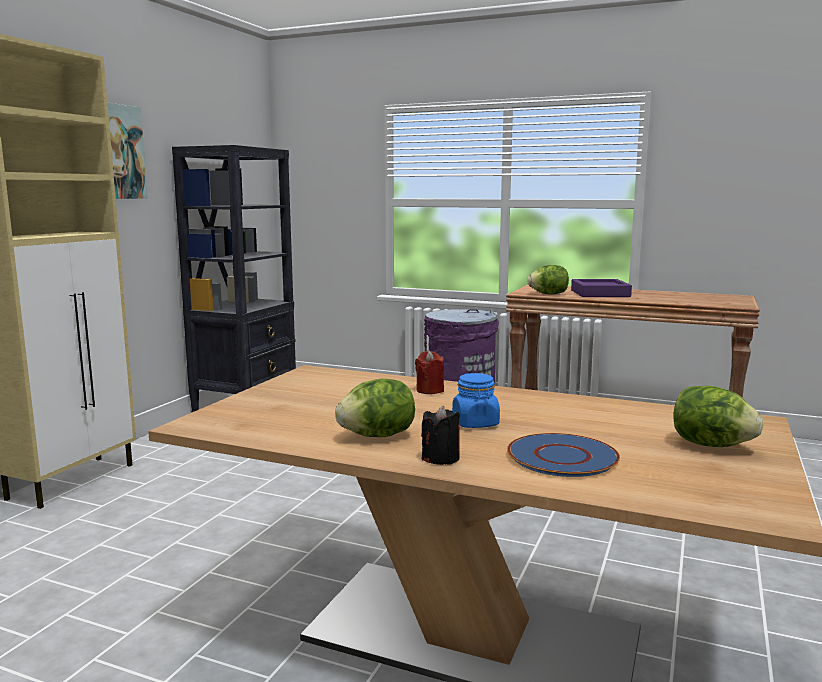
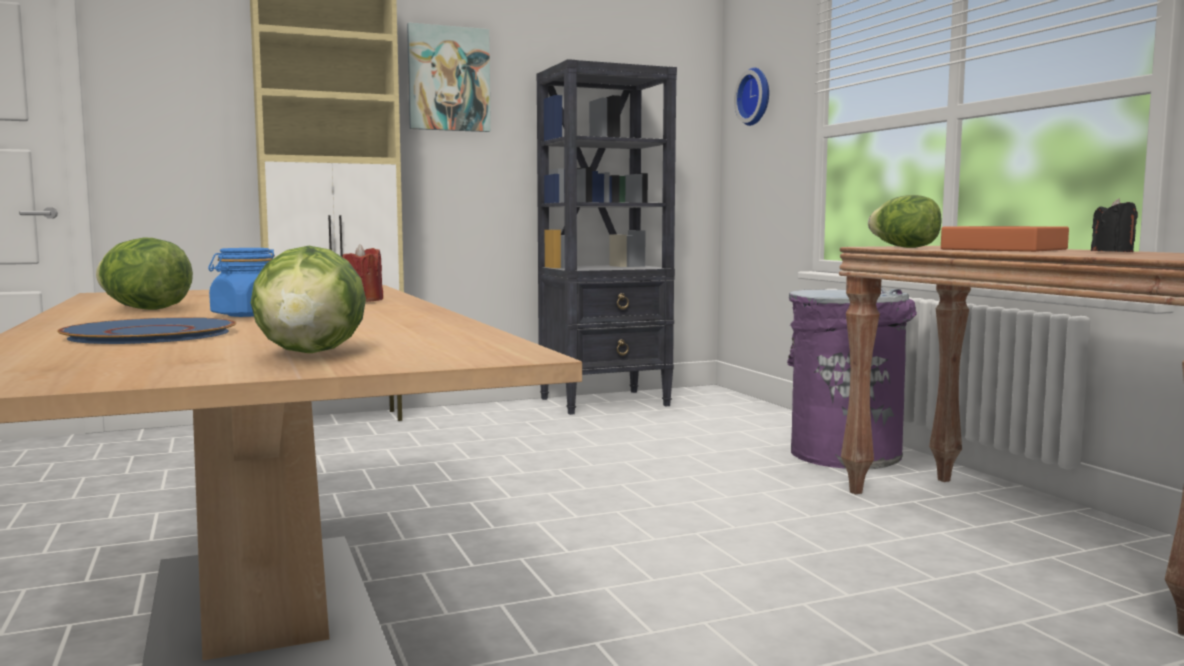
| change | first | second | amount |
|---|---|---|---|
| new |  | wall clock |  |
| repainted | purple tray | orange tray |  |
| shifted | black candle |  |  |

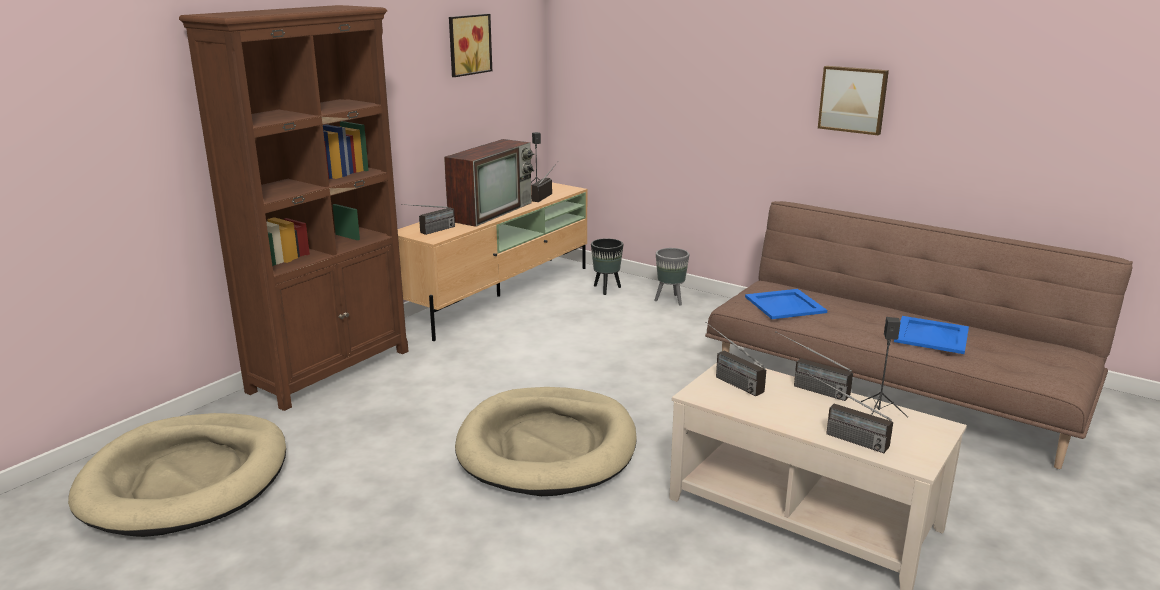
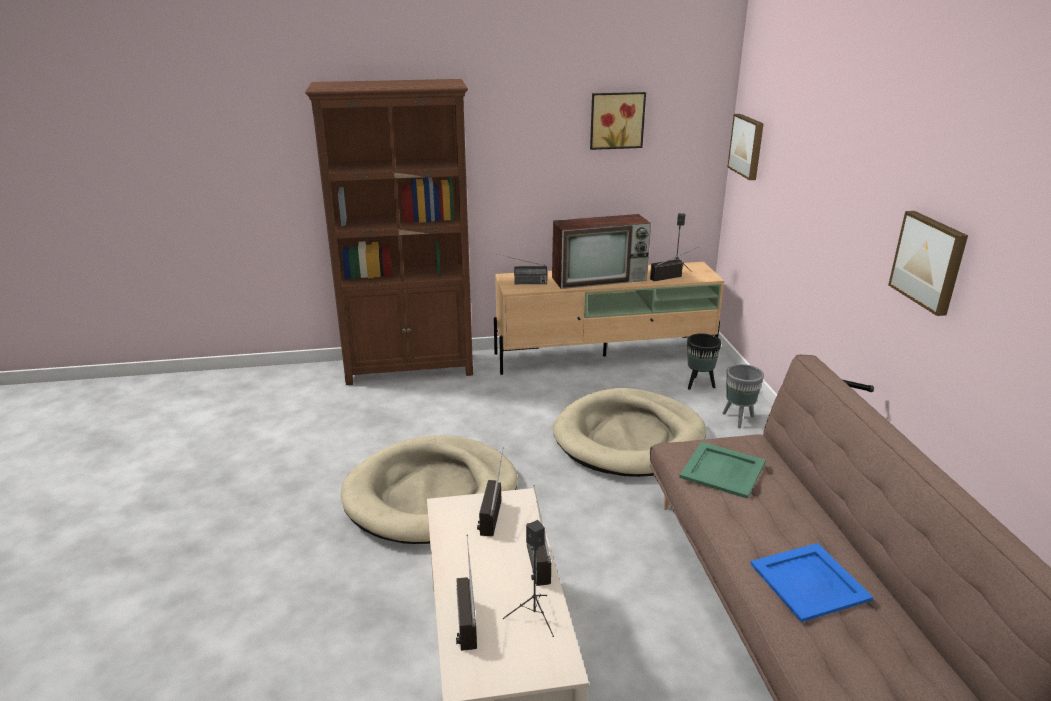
| change | first | second | amount |
|---|---|---|---|
| shifted | beige dog bed (no. 1 from left in the first image) | beige dog bed (no. 2 from left) |  |
| repainted | blue tray (no. 1 from left) | green tray |  |
| new |  | picture (no. 2 from left) |  |

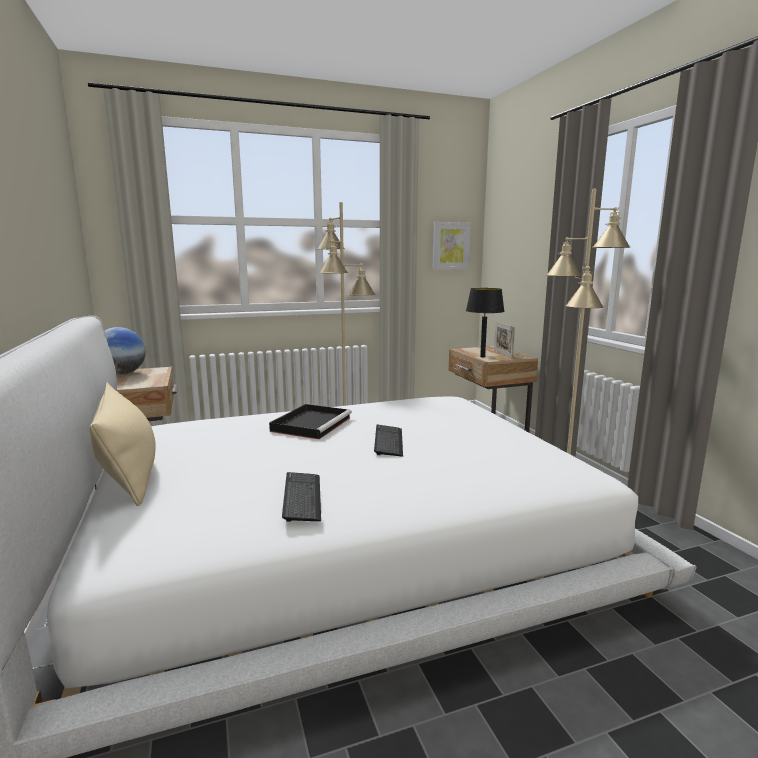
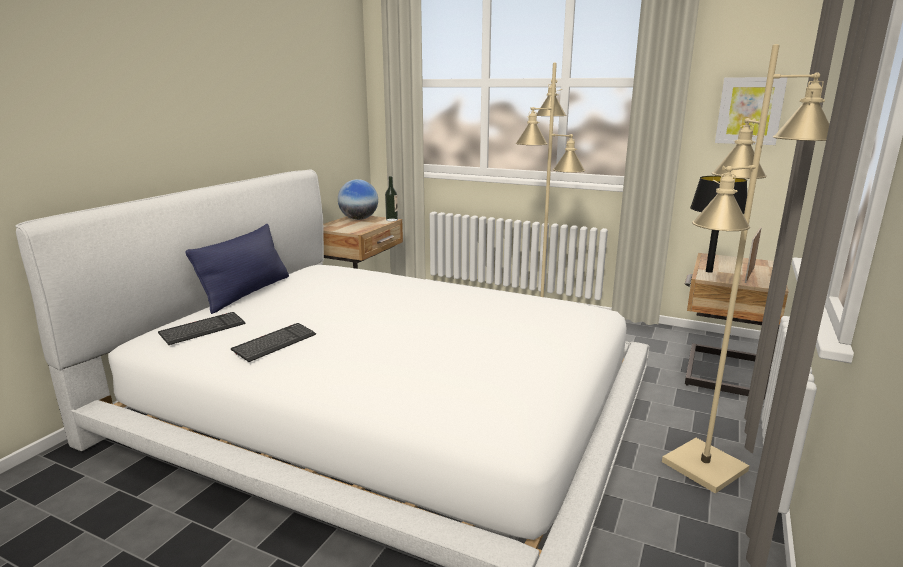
| change | first | second | amount |
|---|---|---|---|
| shifted | keyboard (no. 2 from left in the first image) | keyboard (no. 1 from left) |  |
| repainted | beige pillow | blue pillow |  |
| new |  | bottle |  |
| gone | black tray |  |  |

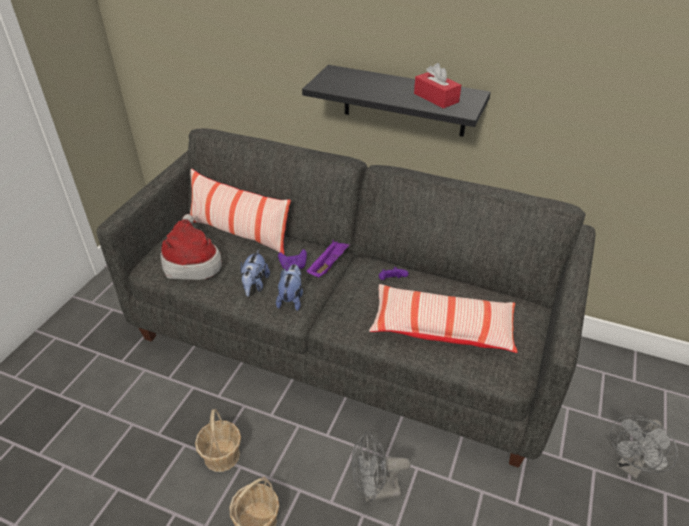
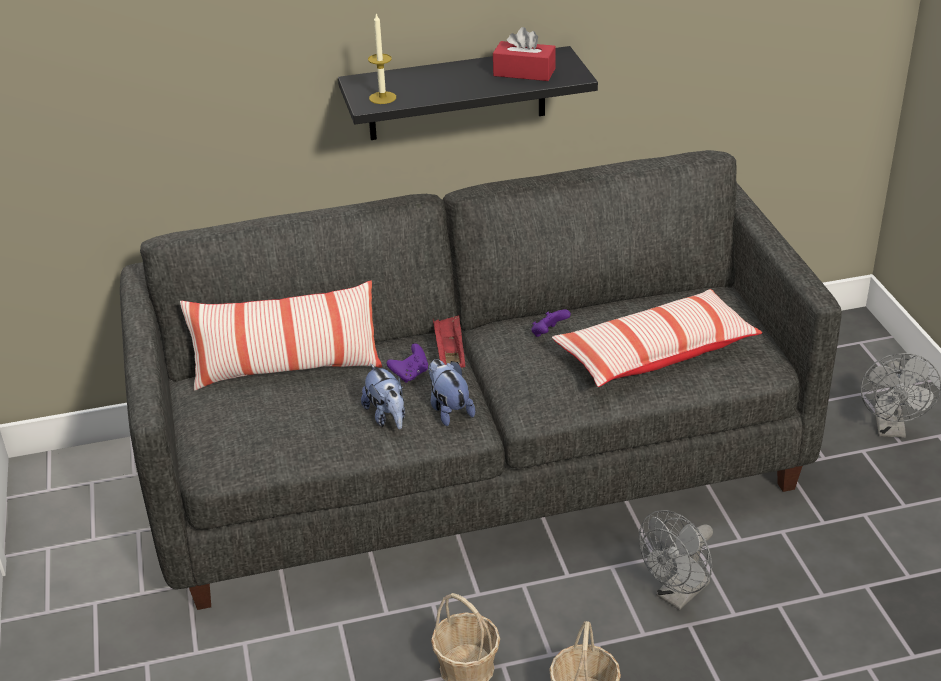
| change | first | second | amount |
|---|---|---|---|
| new |  | candle |  |
| repainted | purple tray | red tray |  |
| gone | hat |  |  |

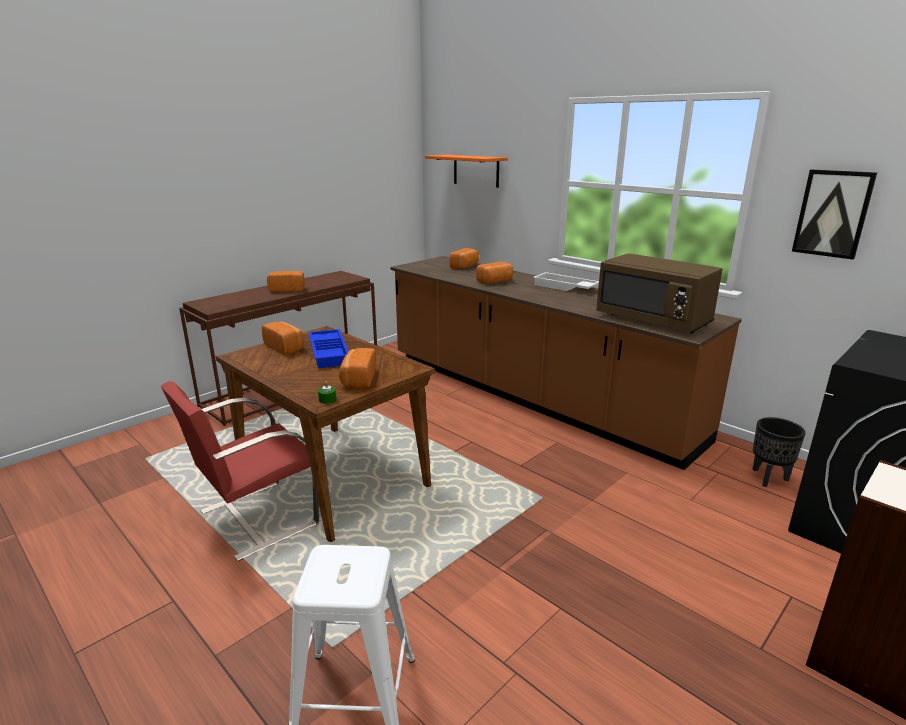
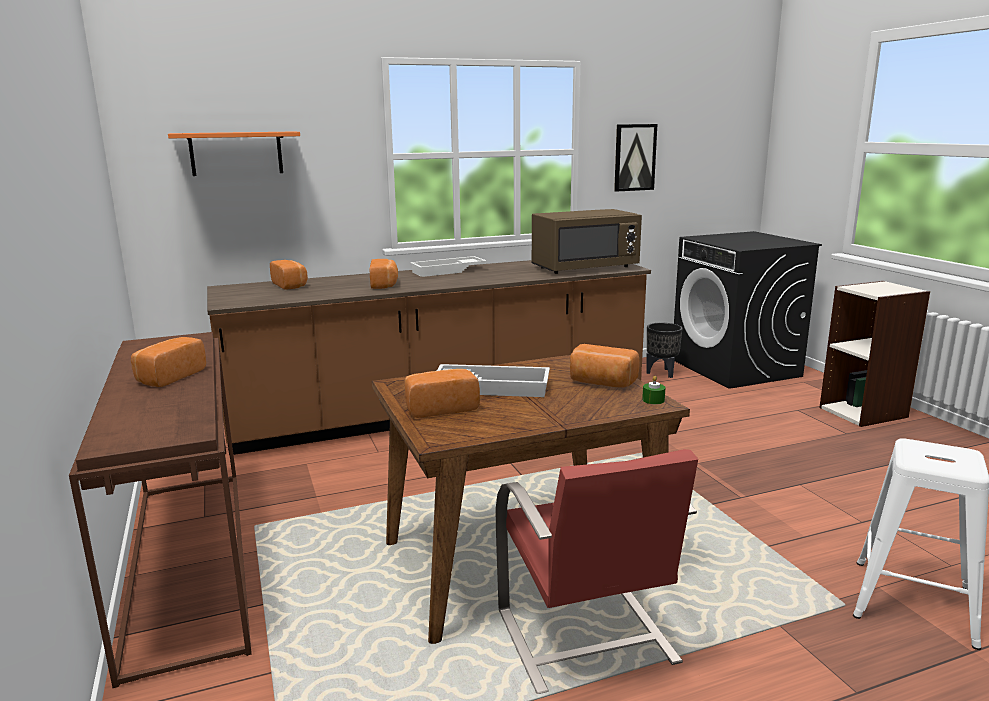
| change | first | second | amount |
|---|---|---|---|
| repainted | blue tray | white tray (no. 2 from left) |  |

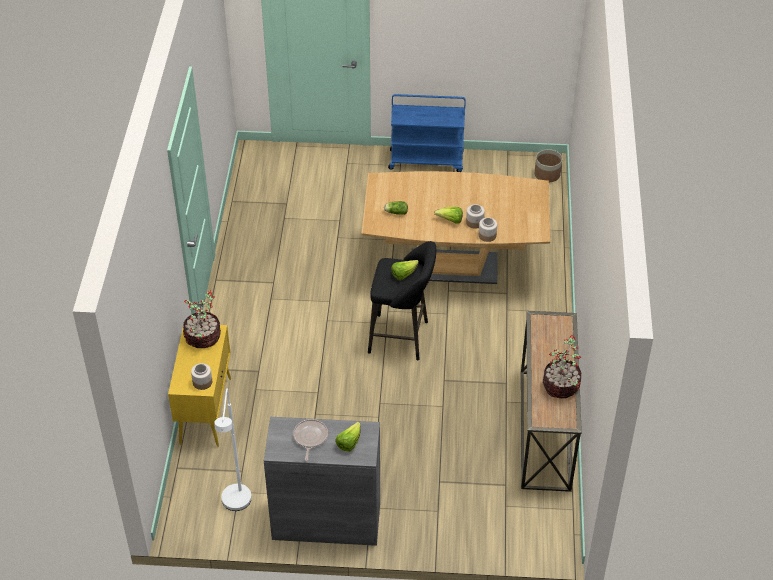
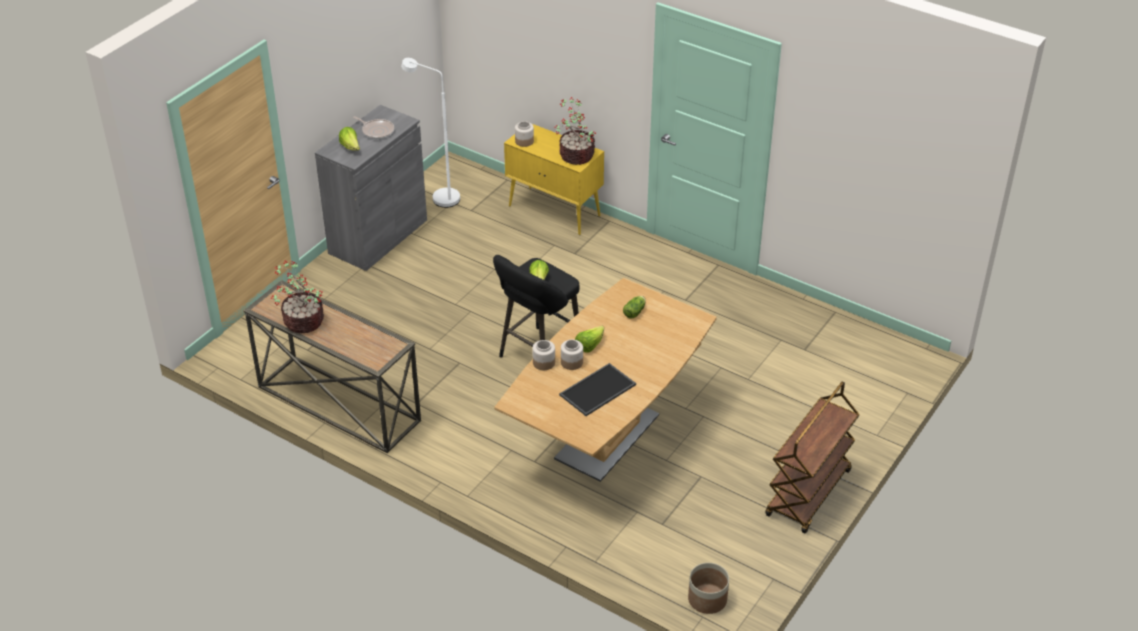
| change | first | second | amount |
|---|---|---|---|
| new |  | tray |  |
| repainted | blue cart | brown cart |  |

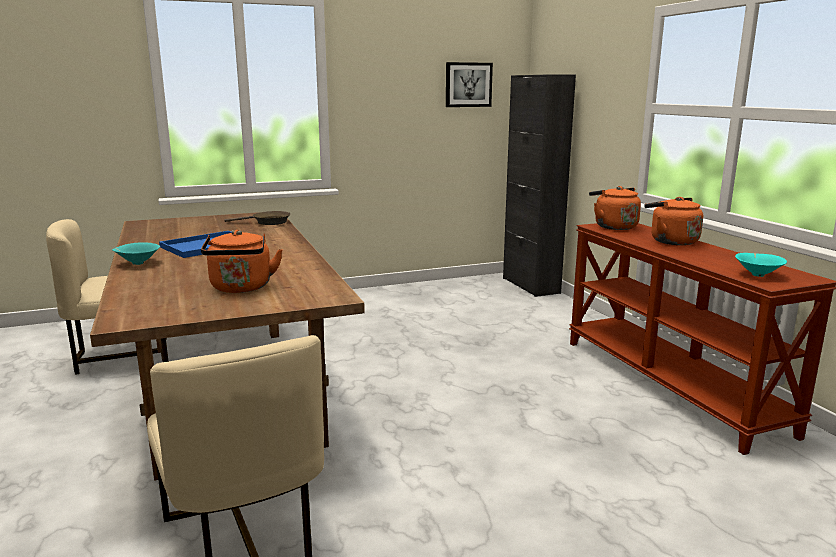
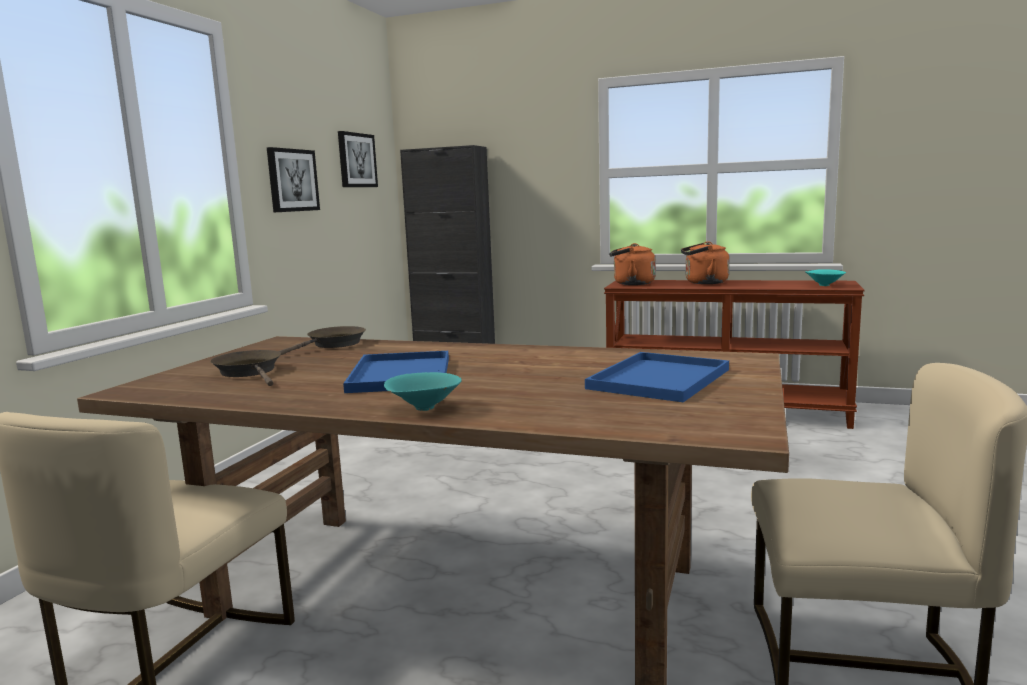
| change | first | second | amount |
|---|---|---|---|
| new |  | brown frying pan (no. 1 from left) |  |
| new |  | picture (no. 1 from left) |  |
| swapped | orange kettle (no. 1 from left) | blue tray (no. 2 from left) |  |

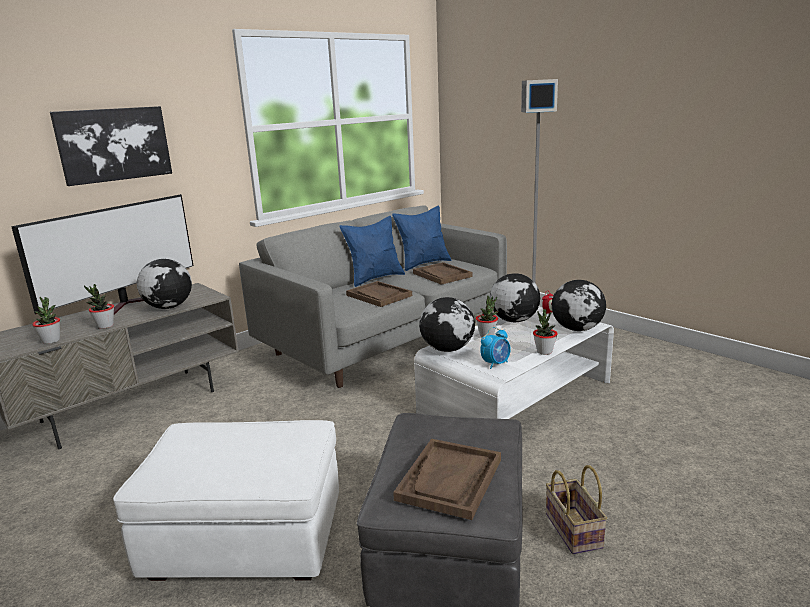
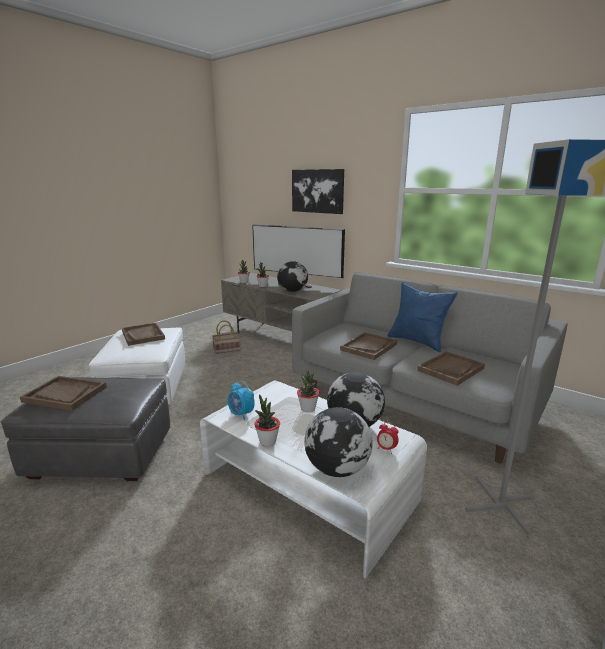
| change | first | second | amount |
|---|---|---|---|
| new |  | brown tray (no. 2 from left) |  |
| shifted | basket |  |  |
| gone | blue pillow (no. 2 from left) |  |  |
| gone | globe (no. 2 from left) |  |  |

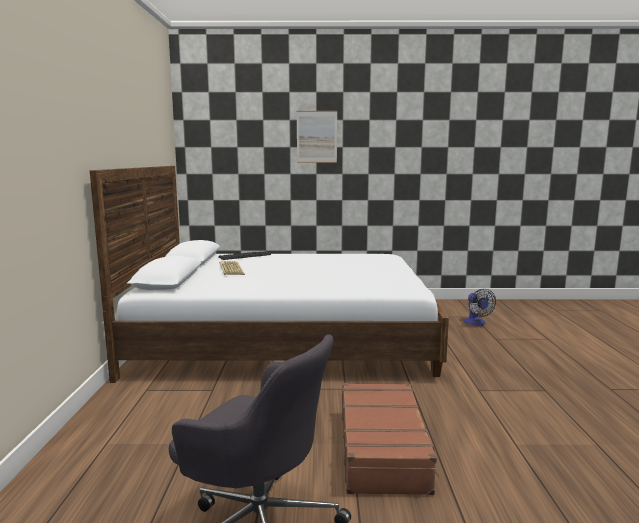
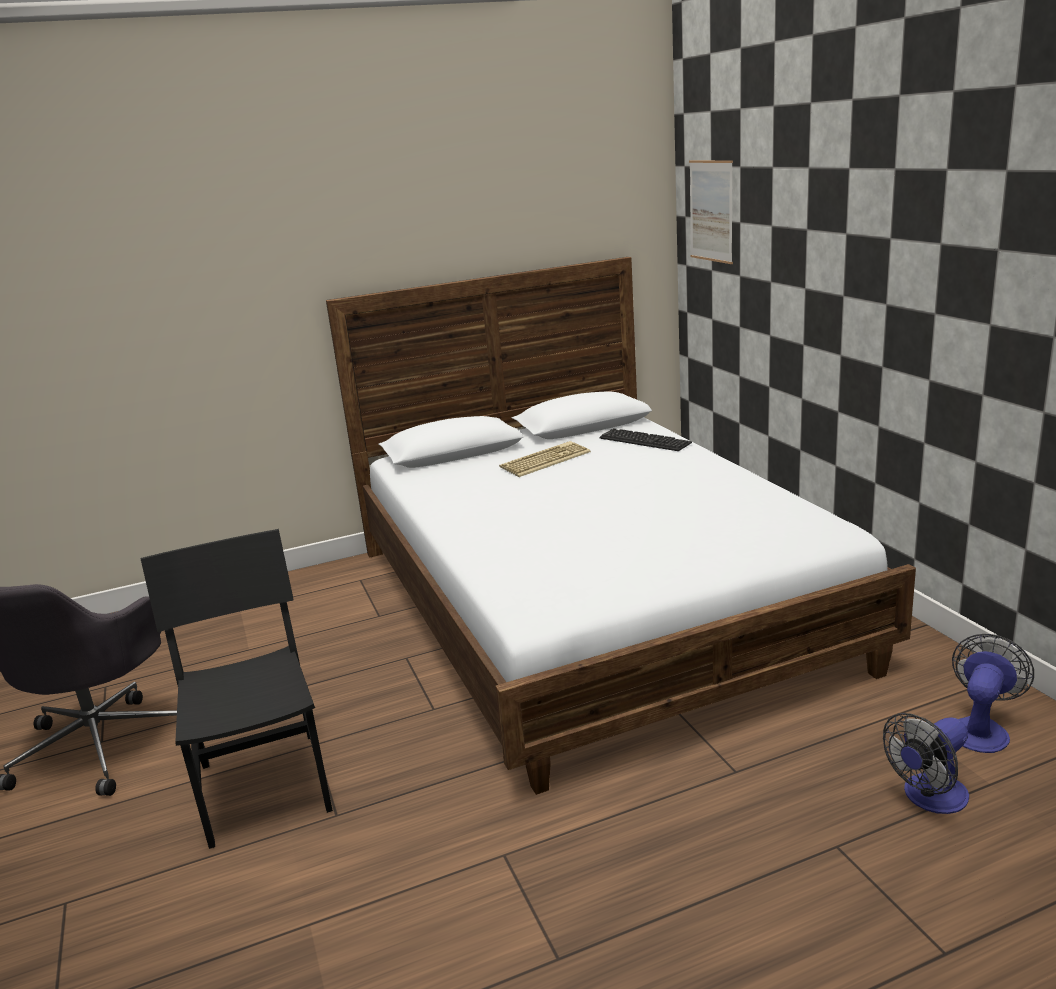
| change | first | second | amount |
|---|---|---|---|
| swapped | brown suitcase | black chair |  |
| shifted | picture |  |  |
| new |  | fan (no. 2 from left) |  |

